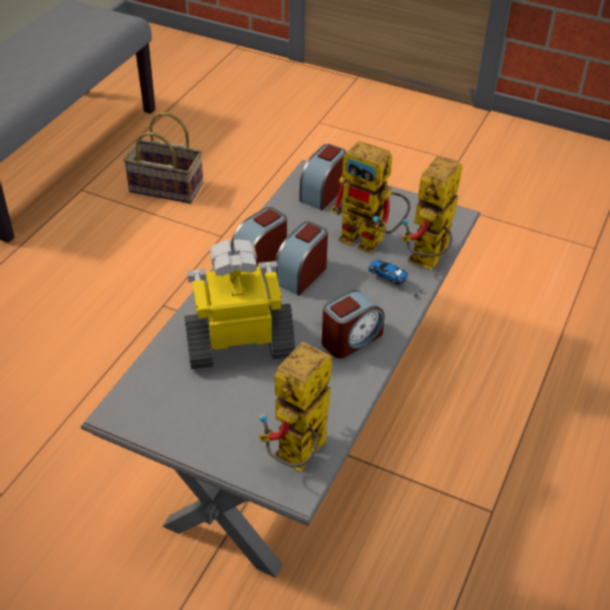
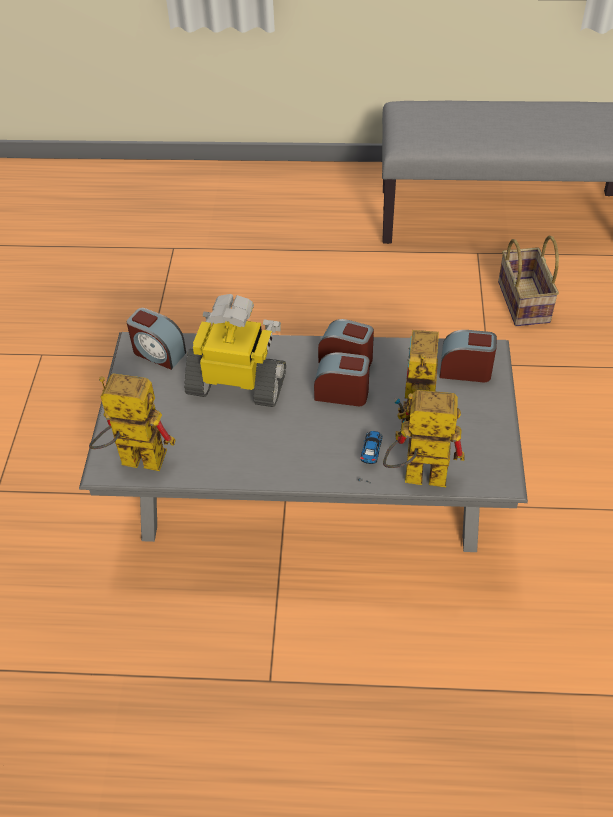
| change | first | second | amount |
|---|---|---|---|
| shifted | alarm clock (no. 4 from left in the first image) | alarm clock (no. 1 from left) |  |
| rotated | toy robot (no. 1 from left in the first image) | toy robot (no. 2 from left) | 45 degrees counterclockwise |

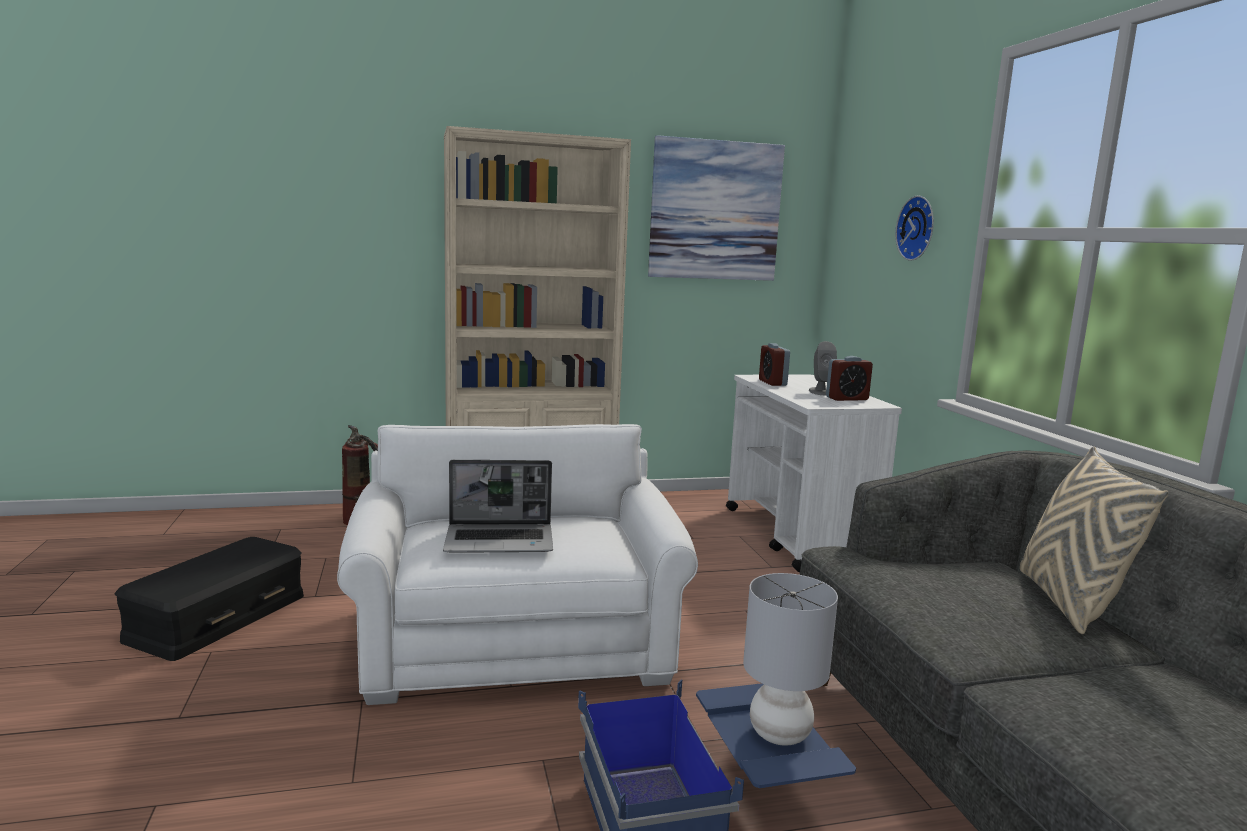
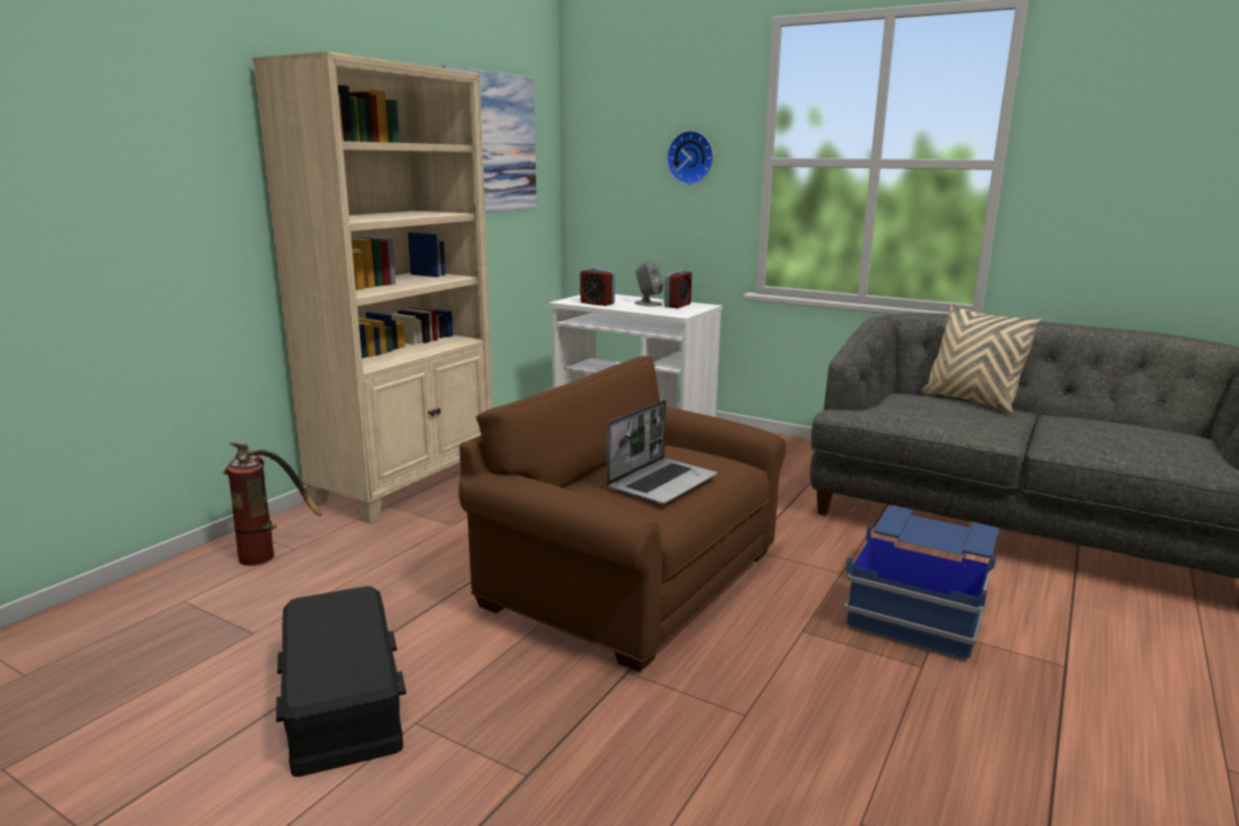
| change | first | second | amount |
|---|---|---|---|
| repainted | white armchair | brown armchair |  |
| gone | grey table lamp |  |  |

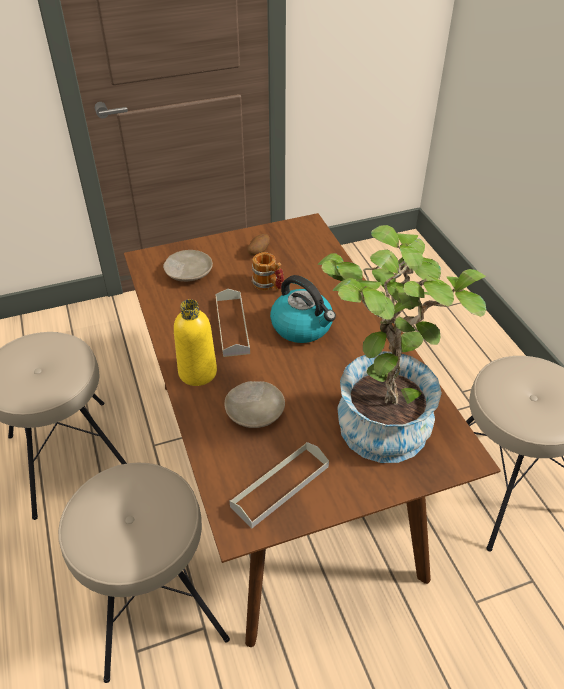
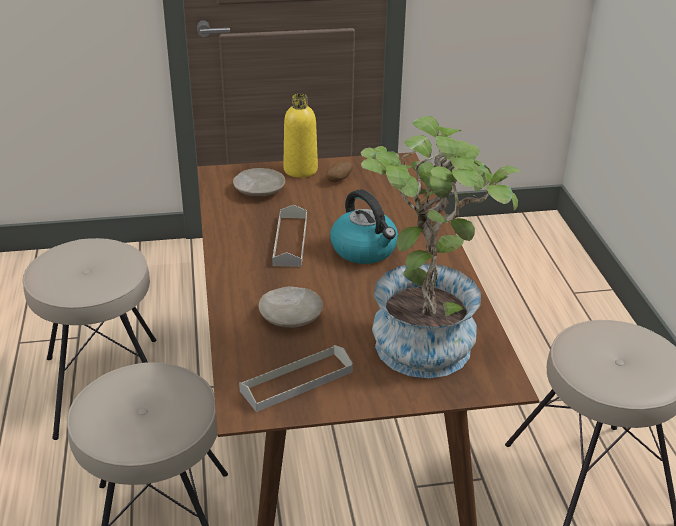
| change | first | second | amount |
|---|---|---|---|
| shifted | yellow bottle |  |  |
| gone | mug |  |  |

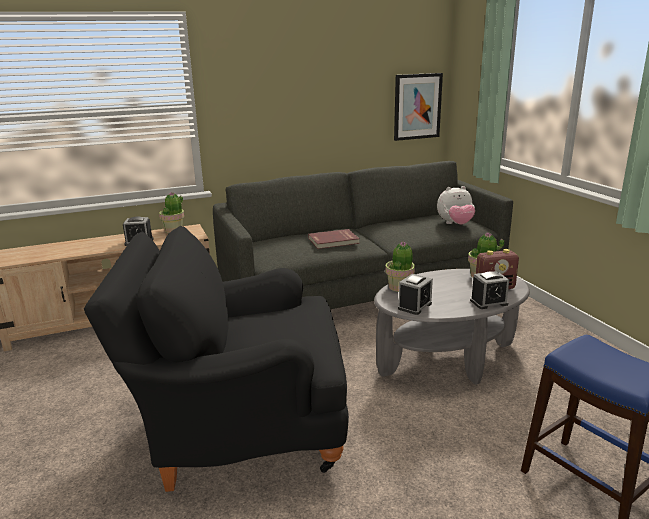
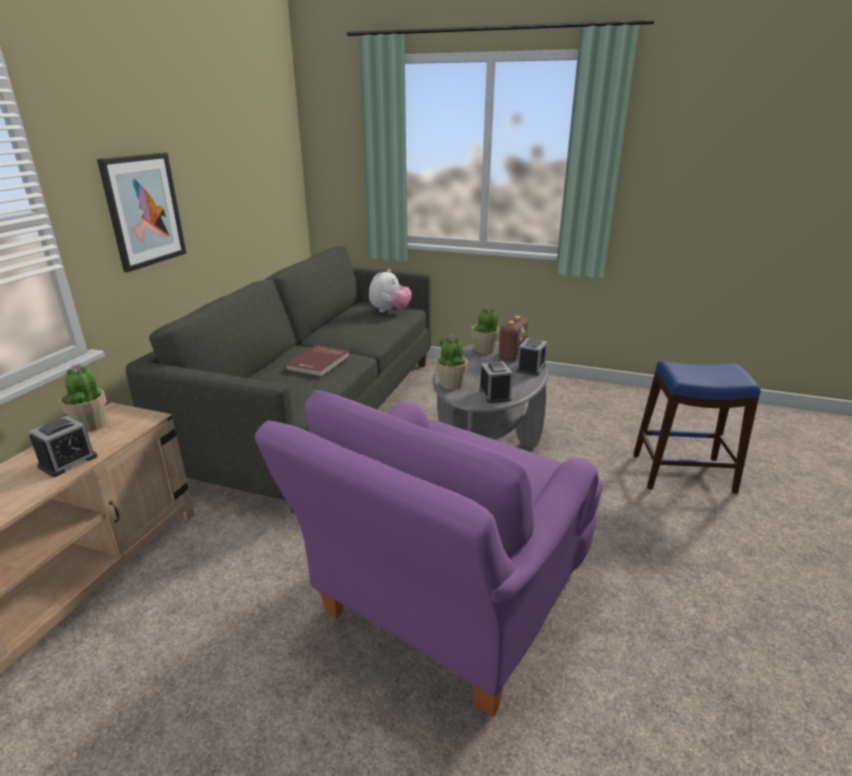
| change | first | second | amount |
|---|---|---|---|
| shifted | picture |  |  |
| repainted | black armchair | purple armchair |  |

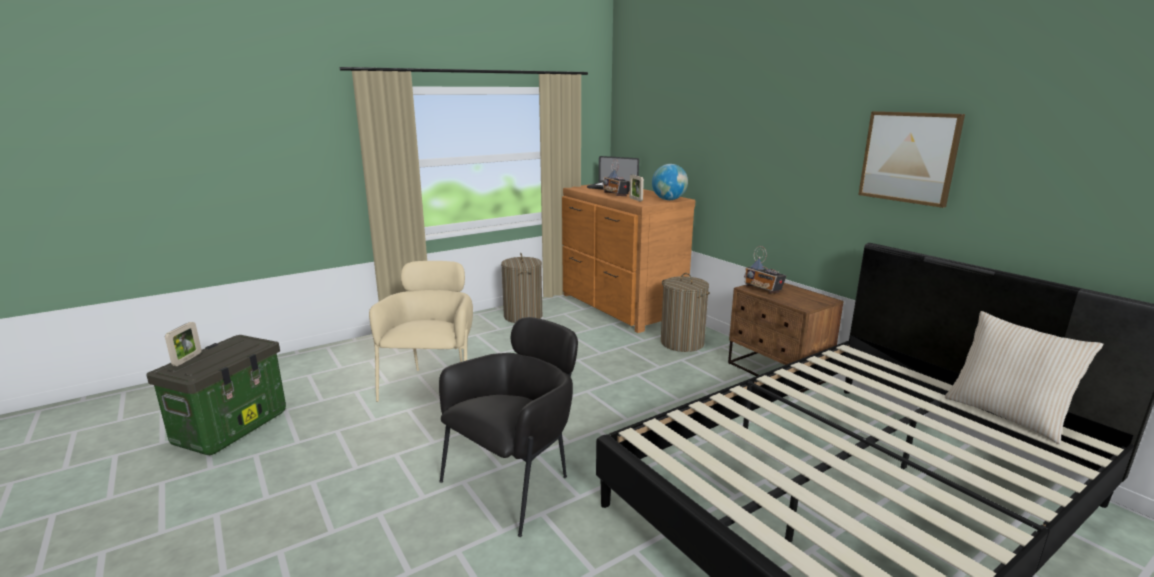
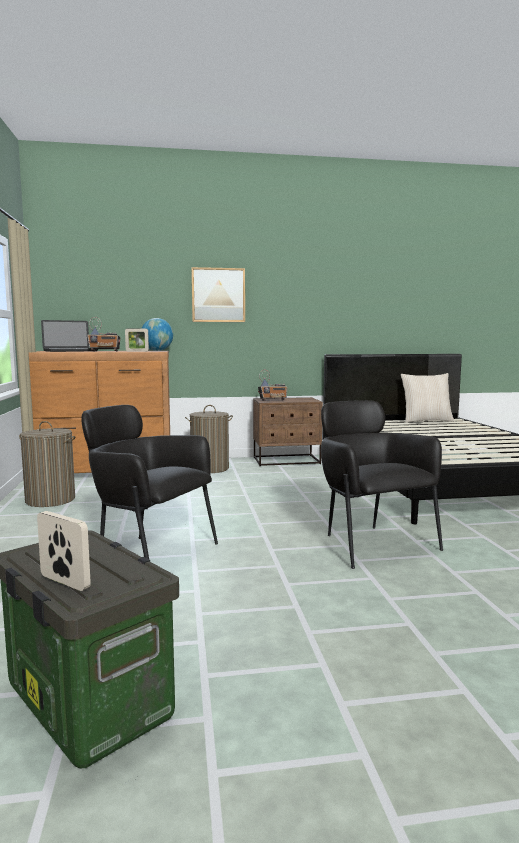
| change | first | second | amount |
|---|---|---|---|
| repainted | beige armchair | black armchair (no. 1 from left) |  |
| shifted | picture |  |  |

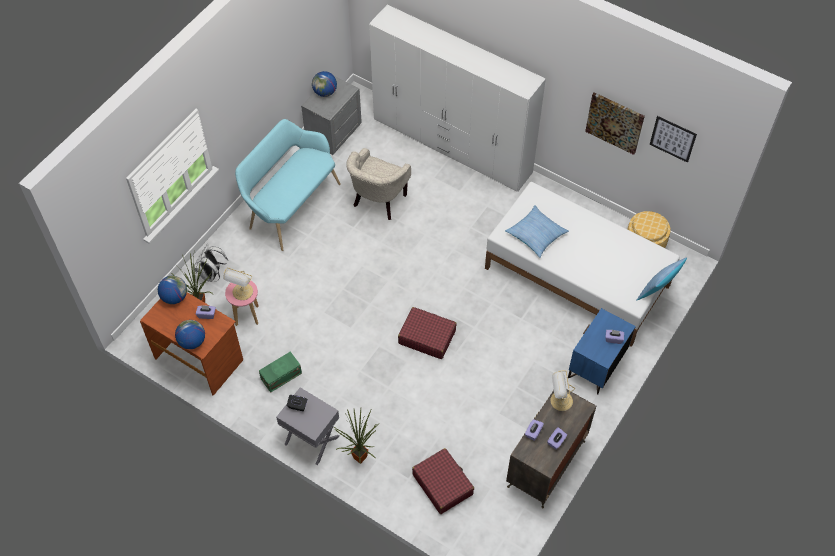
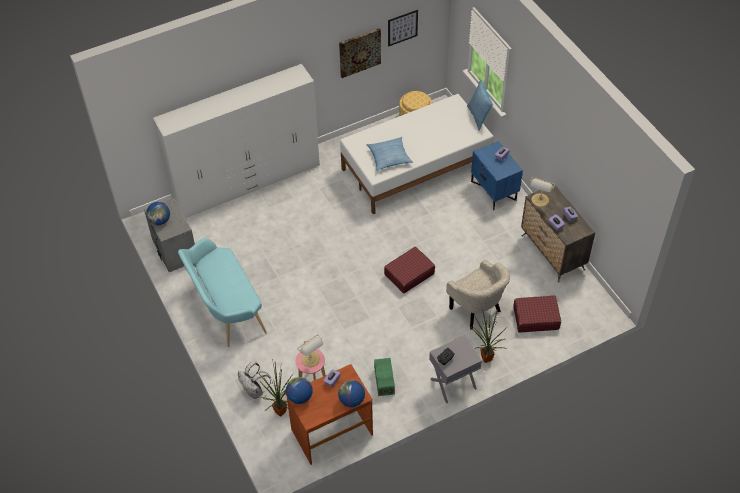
| change | first | second | amount |
|---|---|---|---|
| shifted | beige armchair |  |  |

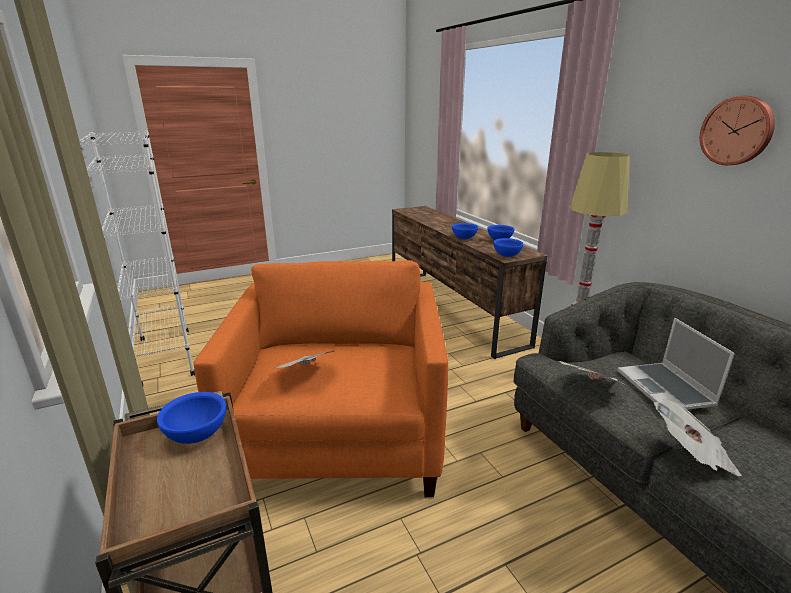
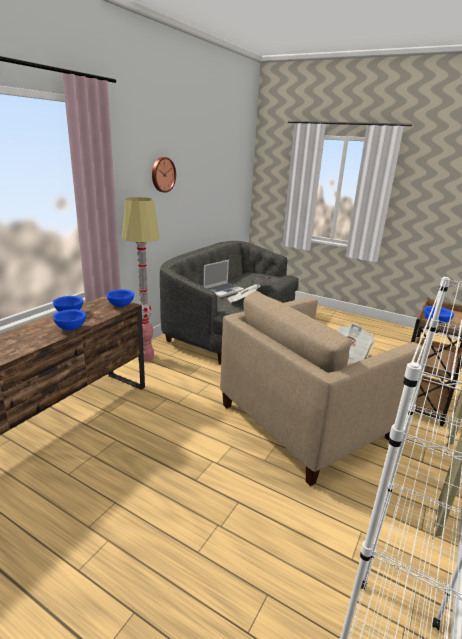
| change | first | second | amount |
|---|---|---|---|
| repainted | orange armchair | beige armchair |  |

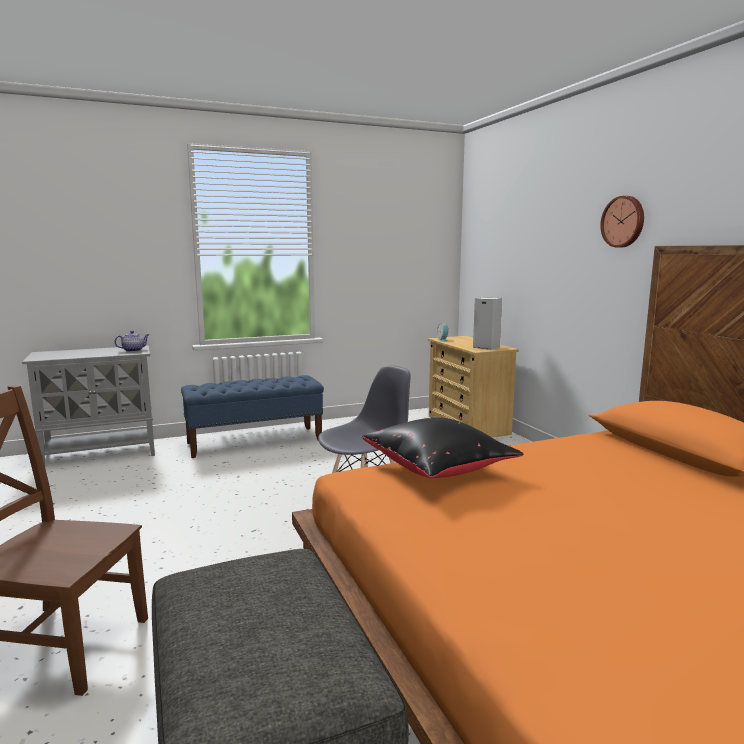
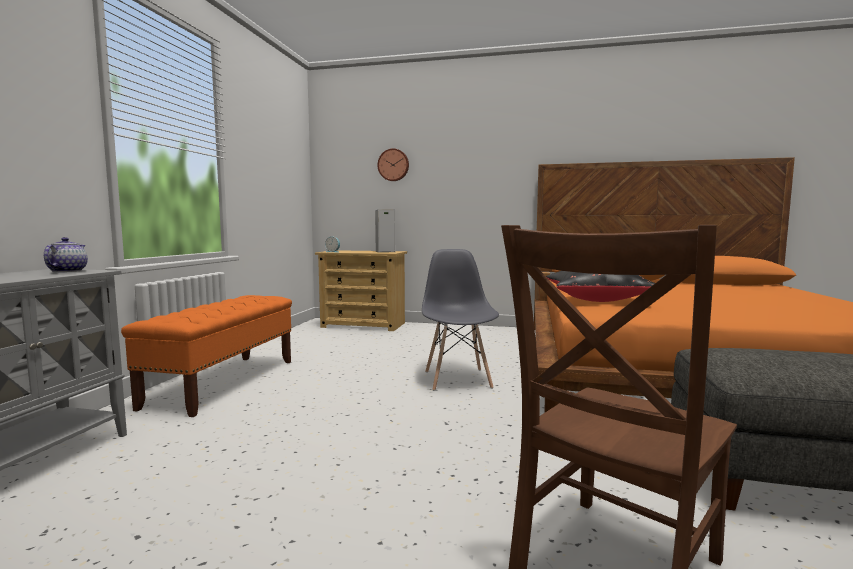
| change | first | second | amount |
|---|---|---|---|
| repainted | blue bench | orange bench |  |
| shifted | wall clock |  |  |

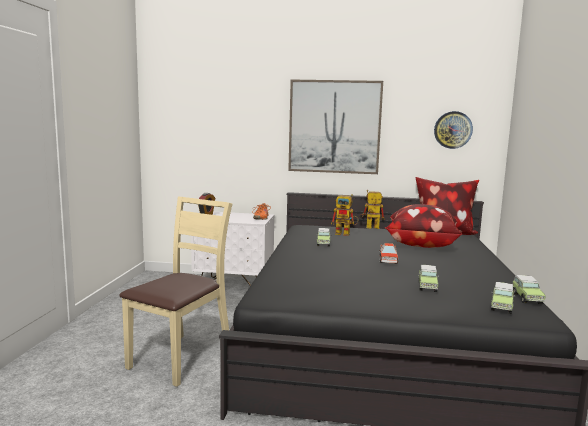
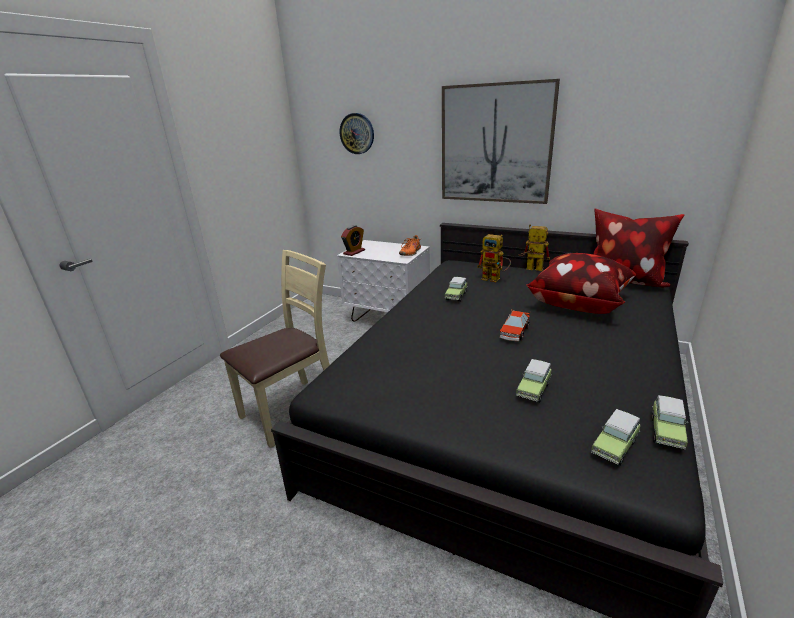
| change | first | second | amount |
|---|---|---|---|
| shifted | wall clock |  |  |

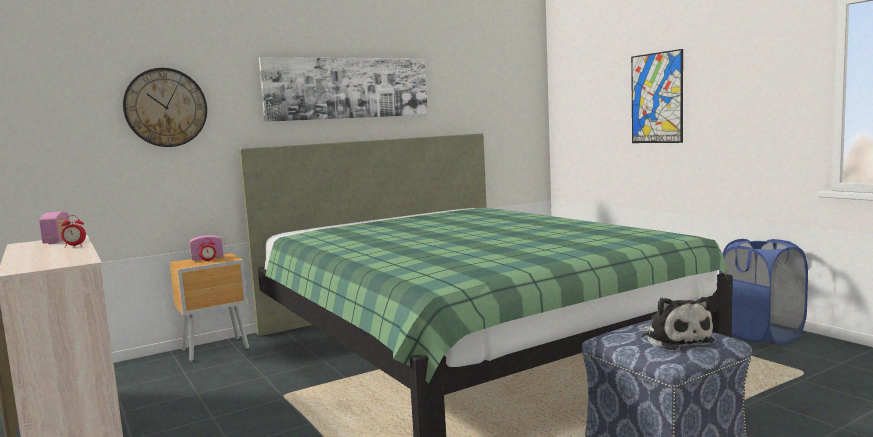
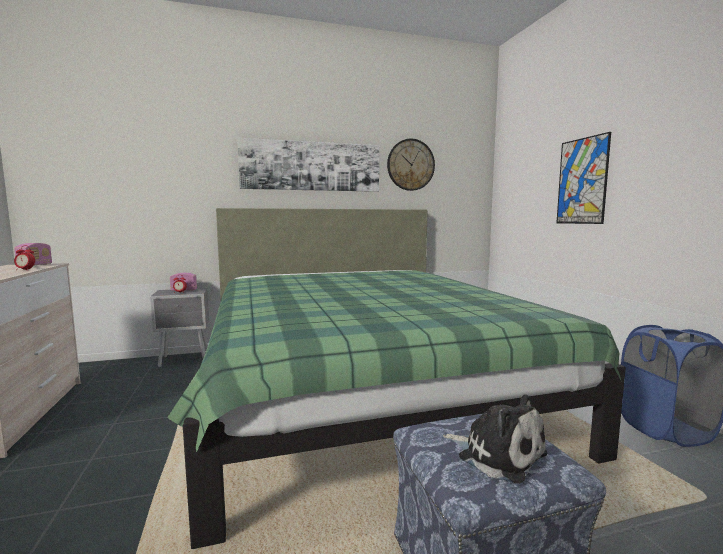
| change | first | second | amount |
|---|---|---|---|
| repainted | brown nightstand | grey nightstand |  |
| shifted | wall clock |  |  |
| rotated | plush toy |  | 45 degrees counterclockwise |

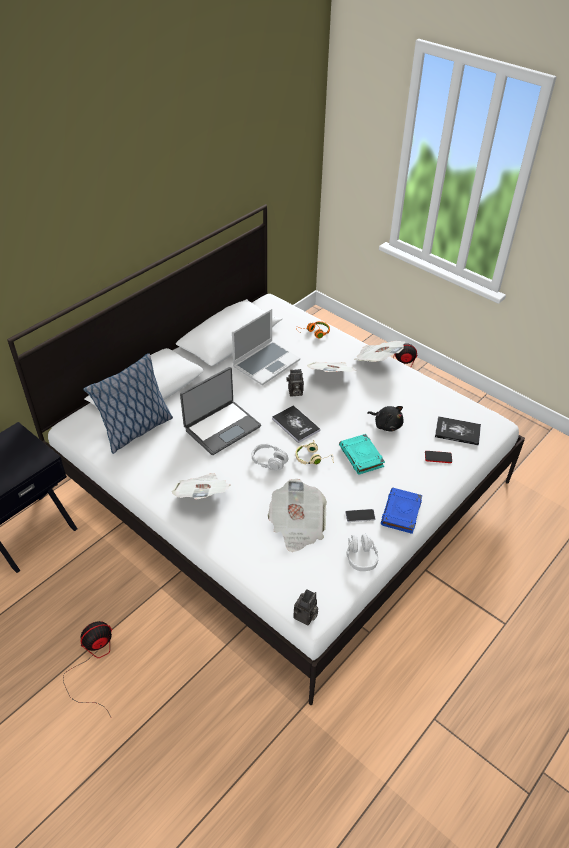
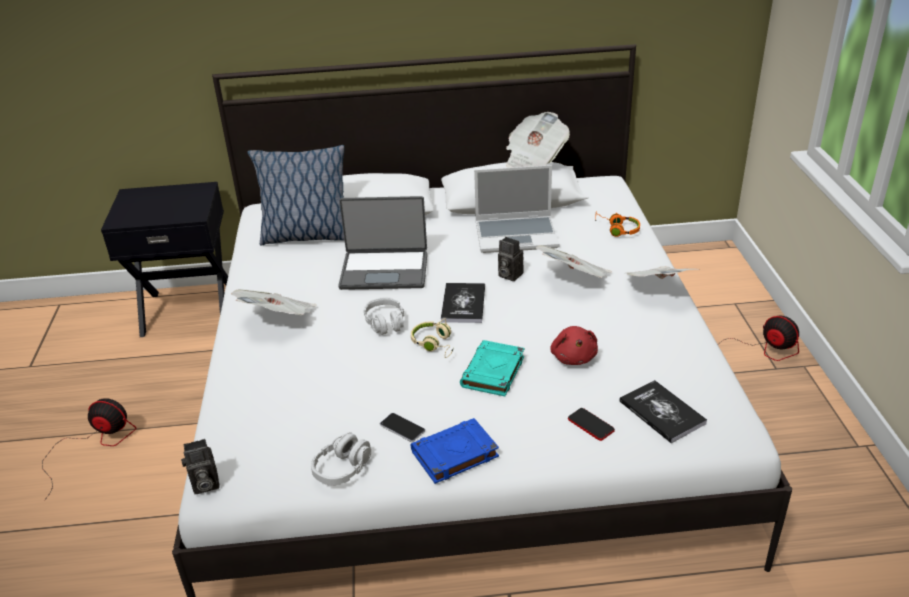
| change | first | second | amount |
|---|---|---|---|
| shifted | newspaper (no. 2 from left) |  |  |
| repainted | black plush toy | red plush toy |  |

